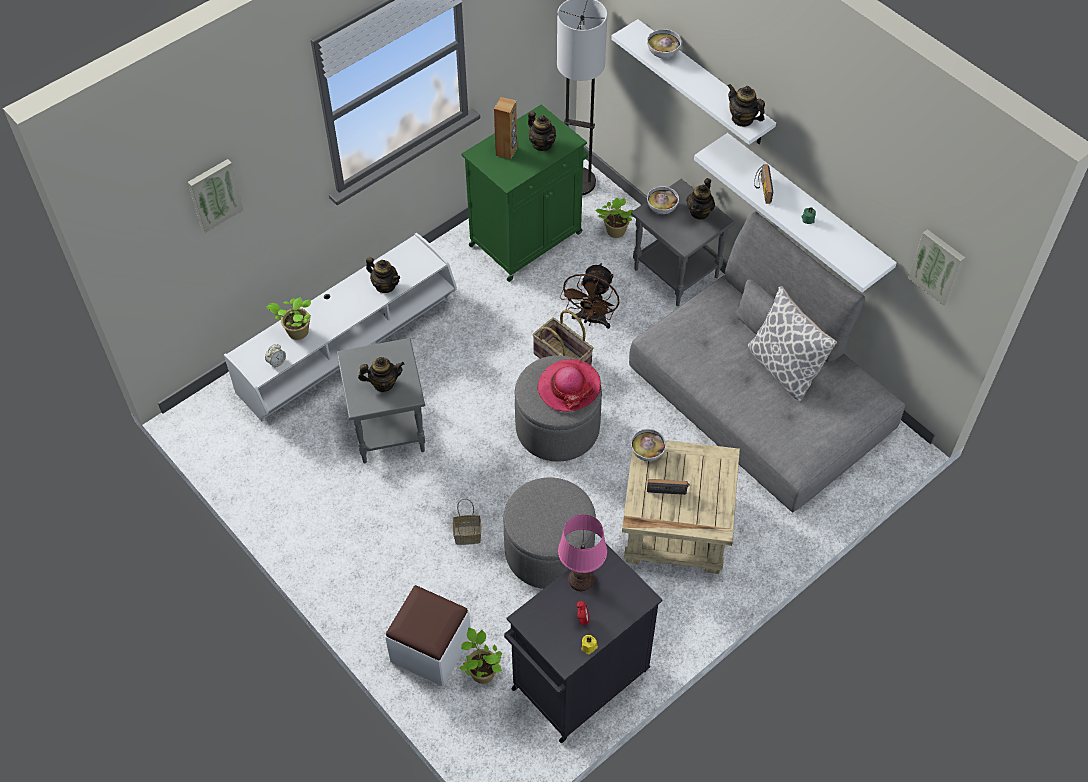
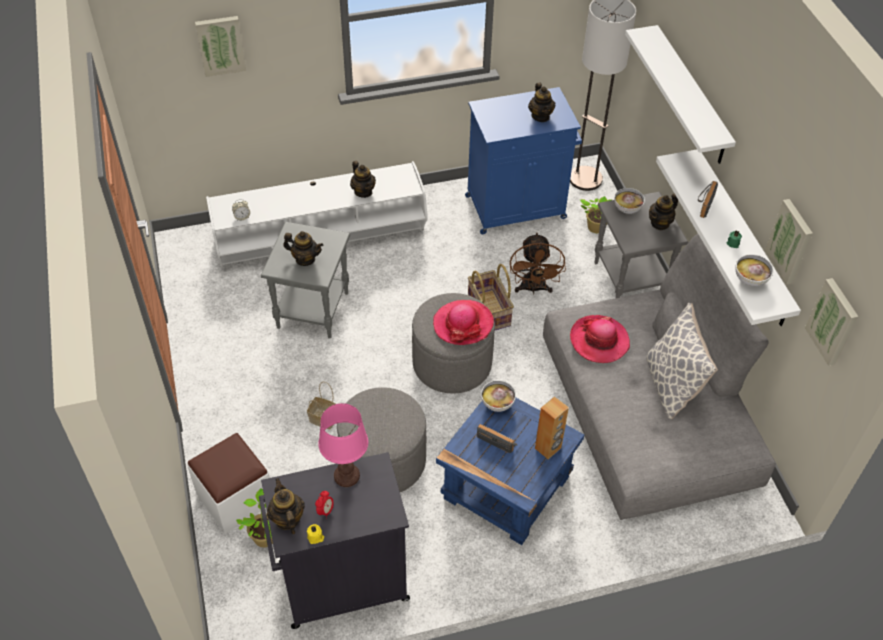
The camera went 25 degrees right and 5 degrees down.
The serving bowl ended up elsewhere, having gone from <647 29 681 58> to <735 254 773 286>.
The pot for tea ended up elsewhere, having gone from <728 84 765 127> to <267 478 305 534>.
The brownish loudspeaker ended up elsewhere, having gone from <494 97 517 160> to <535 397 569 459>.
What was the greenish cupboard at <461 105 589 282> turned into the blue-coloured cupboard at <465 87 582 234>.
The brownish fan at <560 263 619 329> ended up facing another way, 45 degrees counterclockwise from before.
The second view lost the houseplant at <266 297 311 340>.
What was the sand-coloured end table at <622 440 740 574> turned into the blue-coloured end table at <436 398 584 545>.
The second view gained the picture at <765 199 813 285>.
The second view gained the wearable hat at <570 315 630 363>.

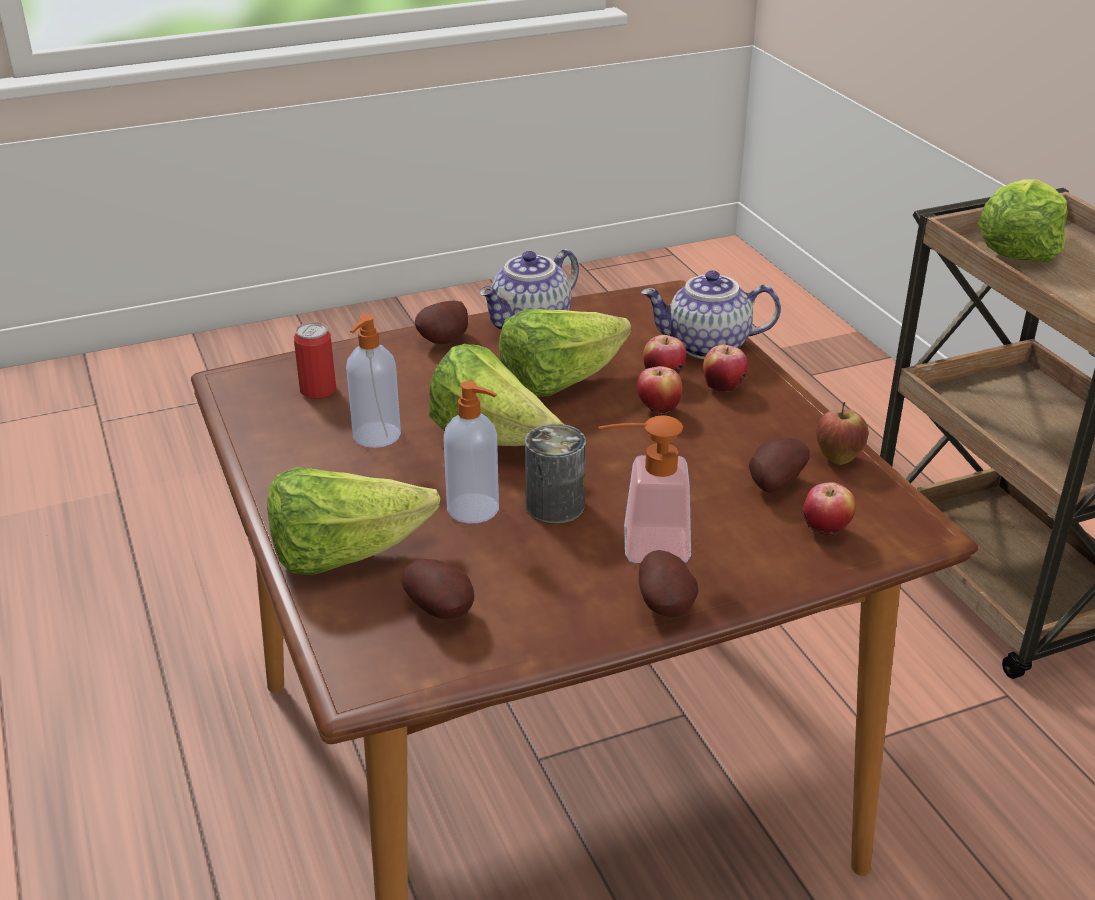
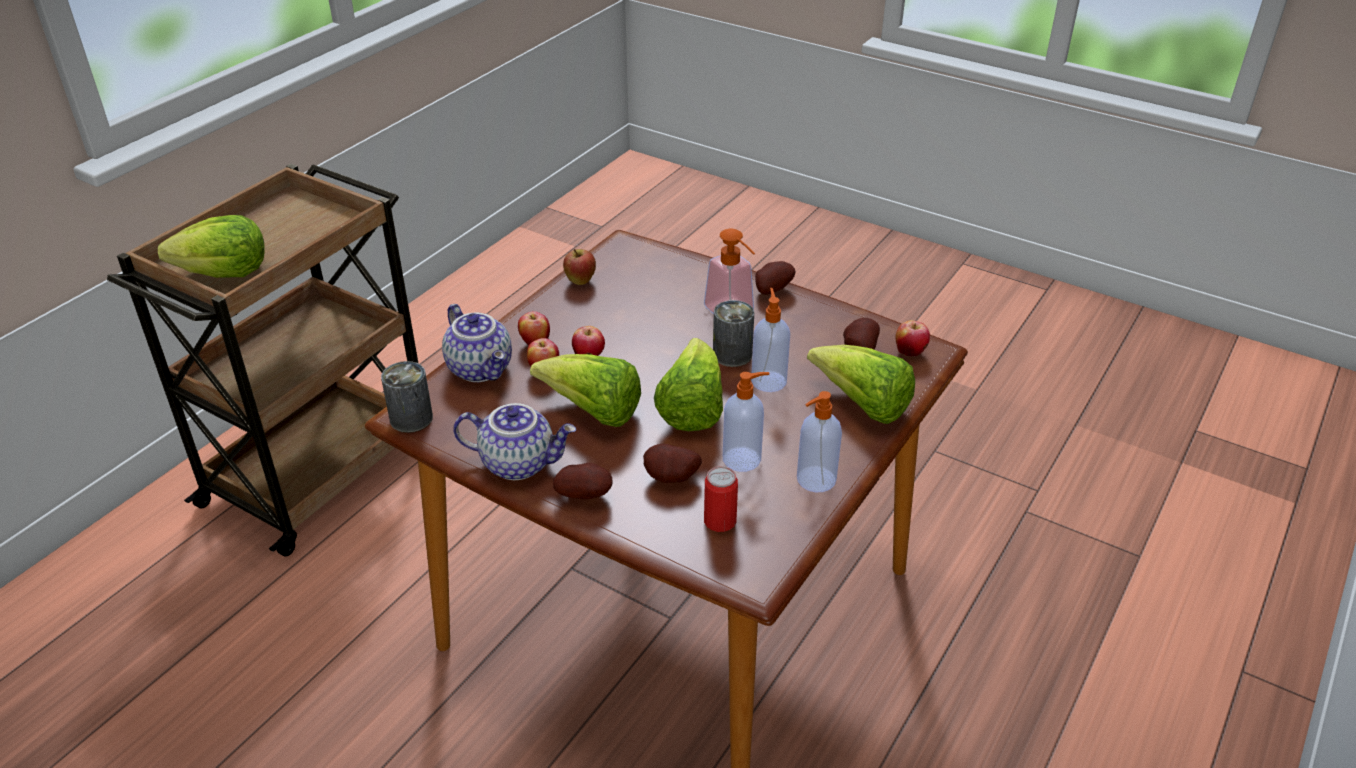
The camera went 125 degrees left and 5 degrees up.
The whole potato ended up elsewhere, having gone from <749 437 810 493> to <643 444 702 483>.
The whole apple ended up elsewhere, having gone from <803 483 856 536> to <895 320 930 357>.
The second view gained the sealed can at <381 361 433 433>.
The second view gained the liquid soap bottle at <797 391 842 492>.

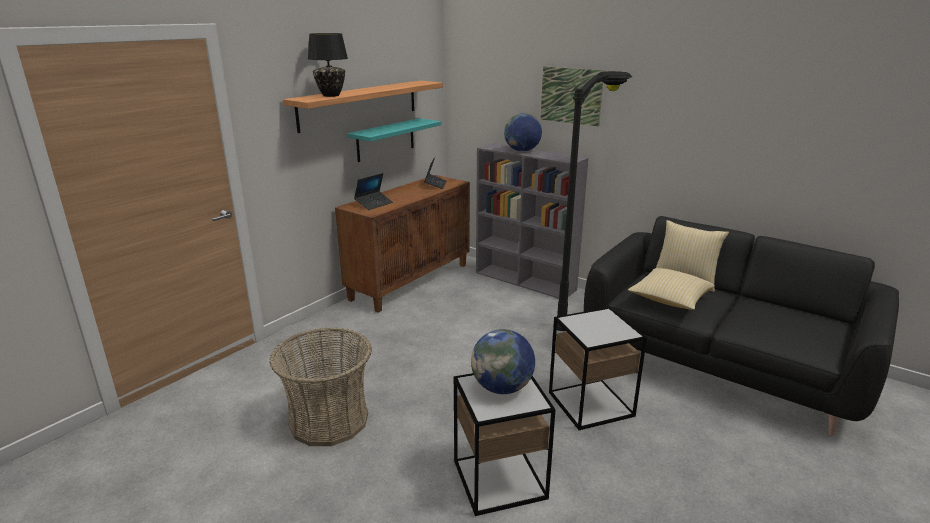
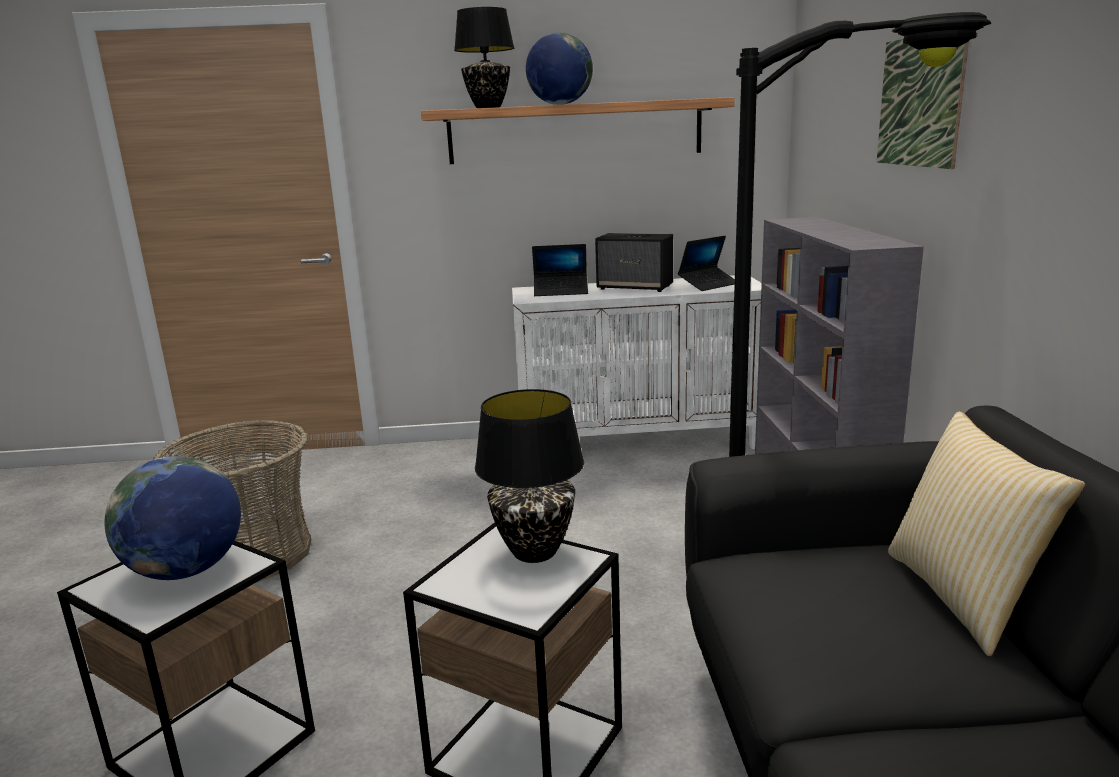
The camera went 50 degrees right and 5 degrees down.
The desk globe ended up elsewhere, having gone from <504 113 542 152> to <526 32 593 105>.
The second view lost the blue-green wall shelf at <347 118 441 162>.
What was the brownish cupboard at <335 175 470 313> turned into the whitish cupboard at <512 275 762 449>.
The second view lost the pillow at <628 268 715 310>.
The second view gained the loudspeaker at <595 233 673 292>.
The second view gained the blackish table lamp at <475 389 584 563>.

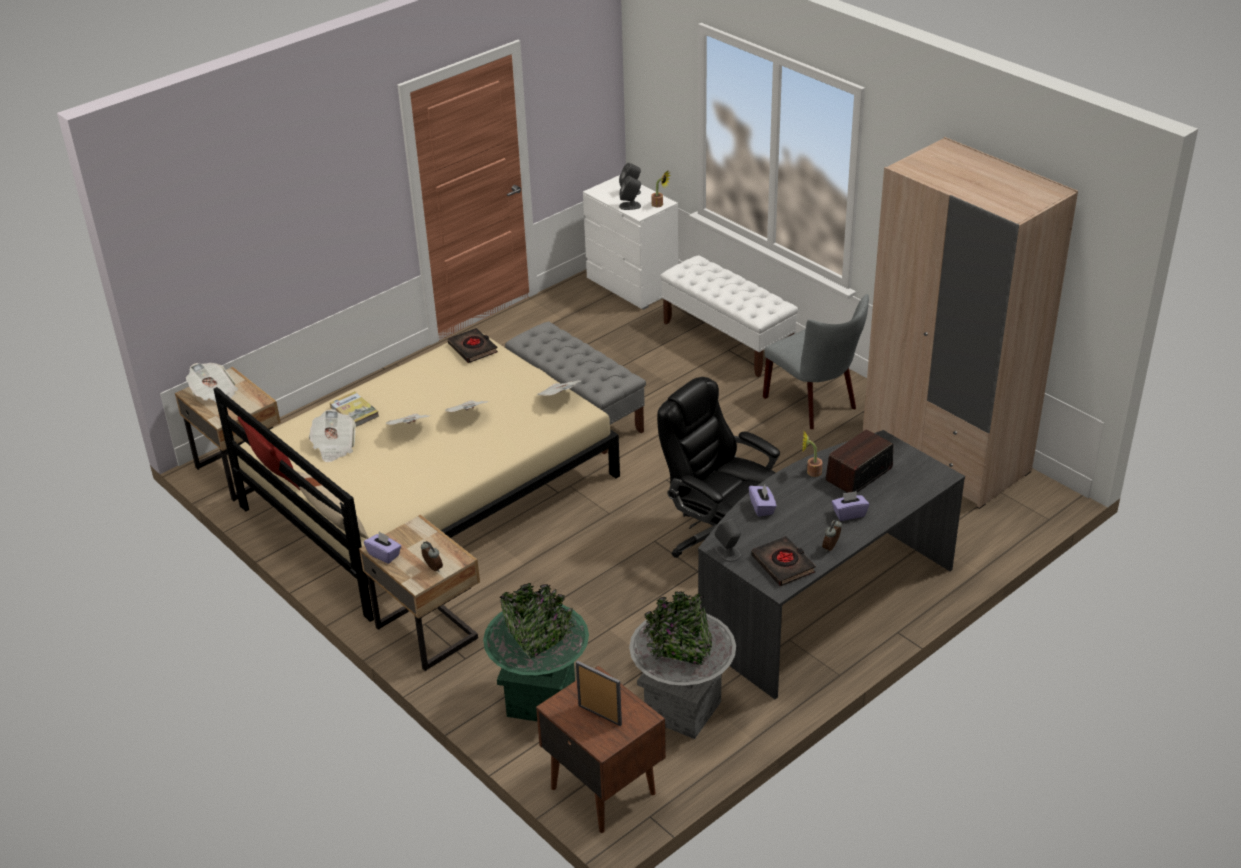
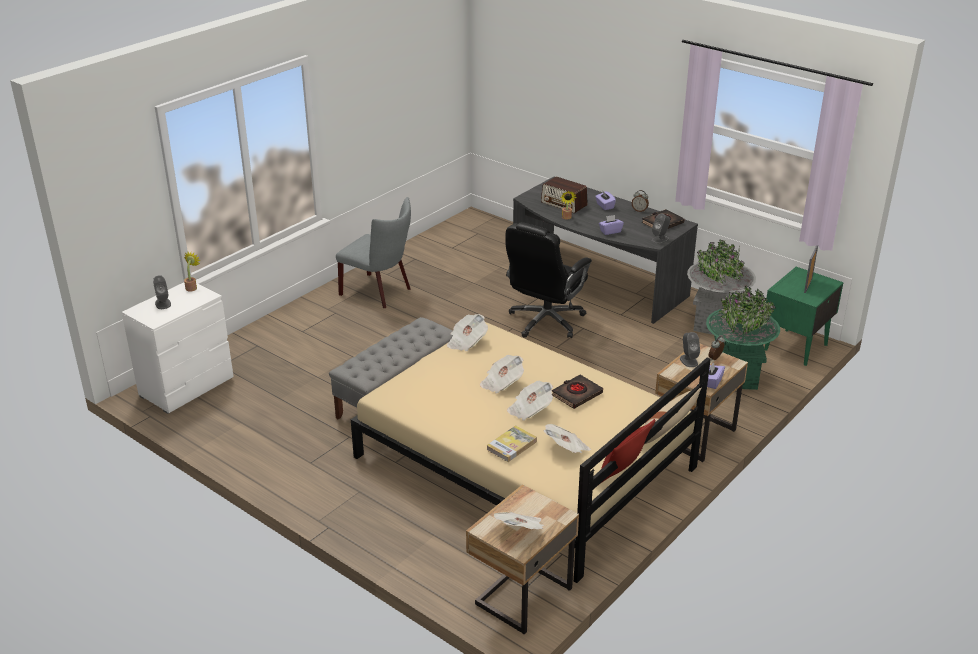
The camera went 100 degrees left and 5 degrees down.
The second view lost the sand-coloured wardrobe at <863 137 1078 509>.
The gray loudspeaker ended up elsewhere, having gone from <619 176 641 210> to <680 332 700 367>.
The second view lost the whitish long seat at <660 255 798 377>.
The gray plain chair at <763 294 869 429> ended up facing another way, 75 degrees clockwise from before.
The blackish bound book ended up elsewhere, having gone from <448 328 498 363> to <552 375 603 409>.
What was the brownish nightstand at <536 666 666 833> turned into the greenish nightstand at <764 267 844 366>.

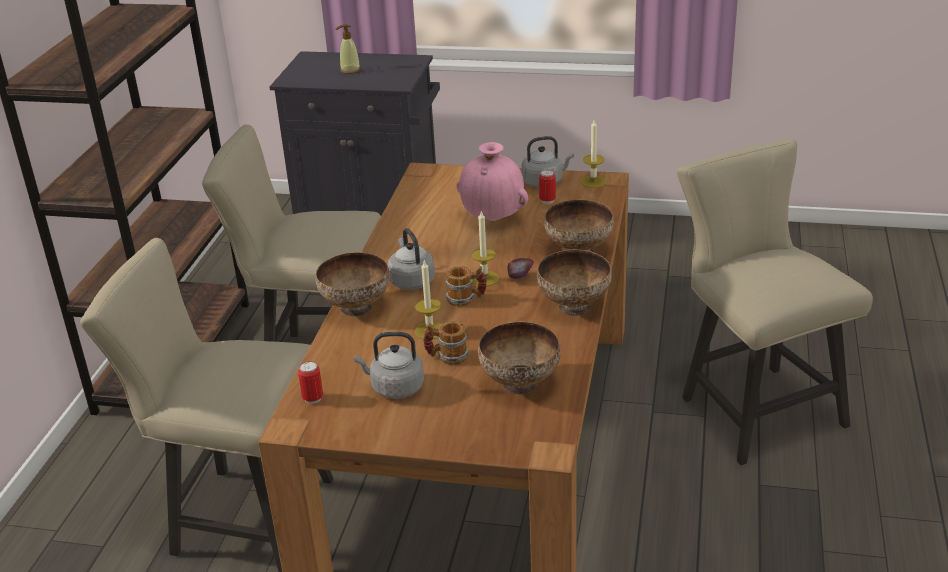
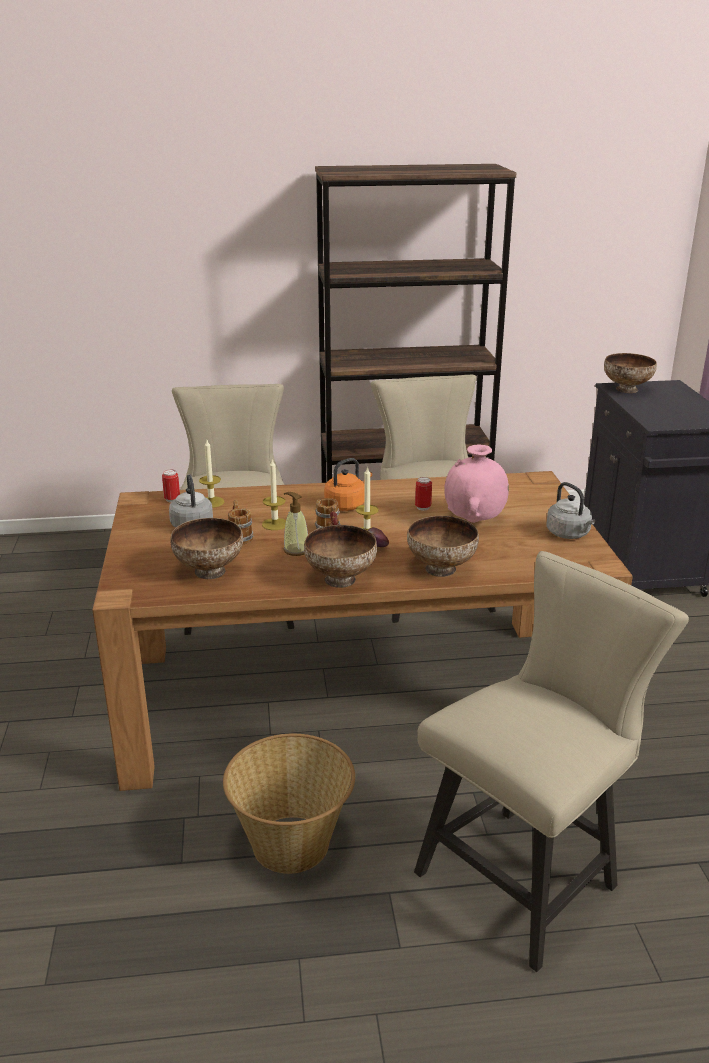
The camera went 70 degrees right and 5 degrees down.
The liquid soap bottle ended up elsewhere, having gone from <336 24 361 74> to <283 492 308 556>.
The wax candle ended up elsewhere, having gone from <581 120 606 188> to <199 440 224 508>.
The sealed can ended up elsewhere, having gone from <539 170 556 204> to <415 477 432 510>.
What was the gray tea kettle at <388 228 435 290> turned into the orange-coloured tea kettle at <324 458 372 511>.
The serving bowl ended up elsewhere, having gone from <315 252 390 316> to <604 353 657 393>.
The second view gained the storage basket at <223 734 355 874>.

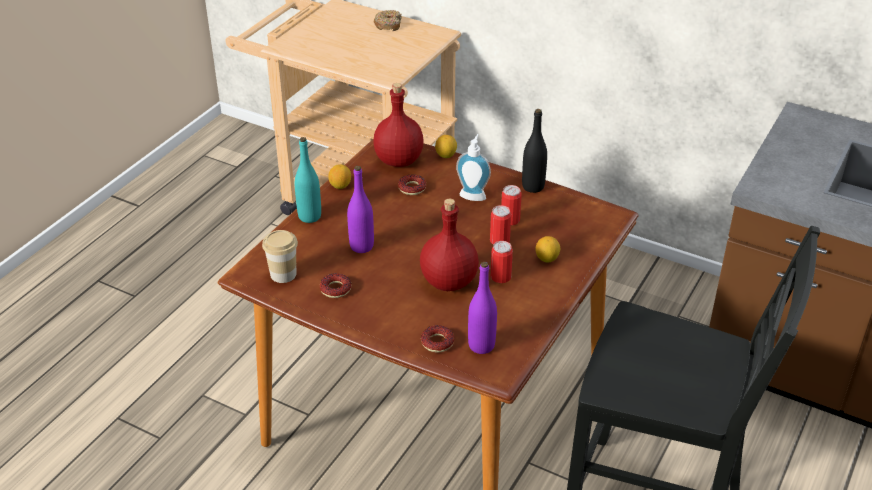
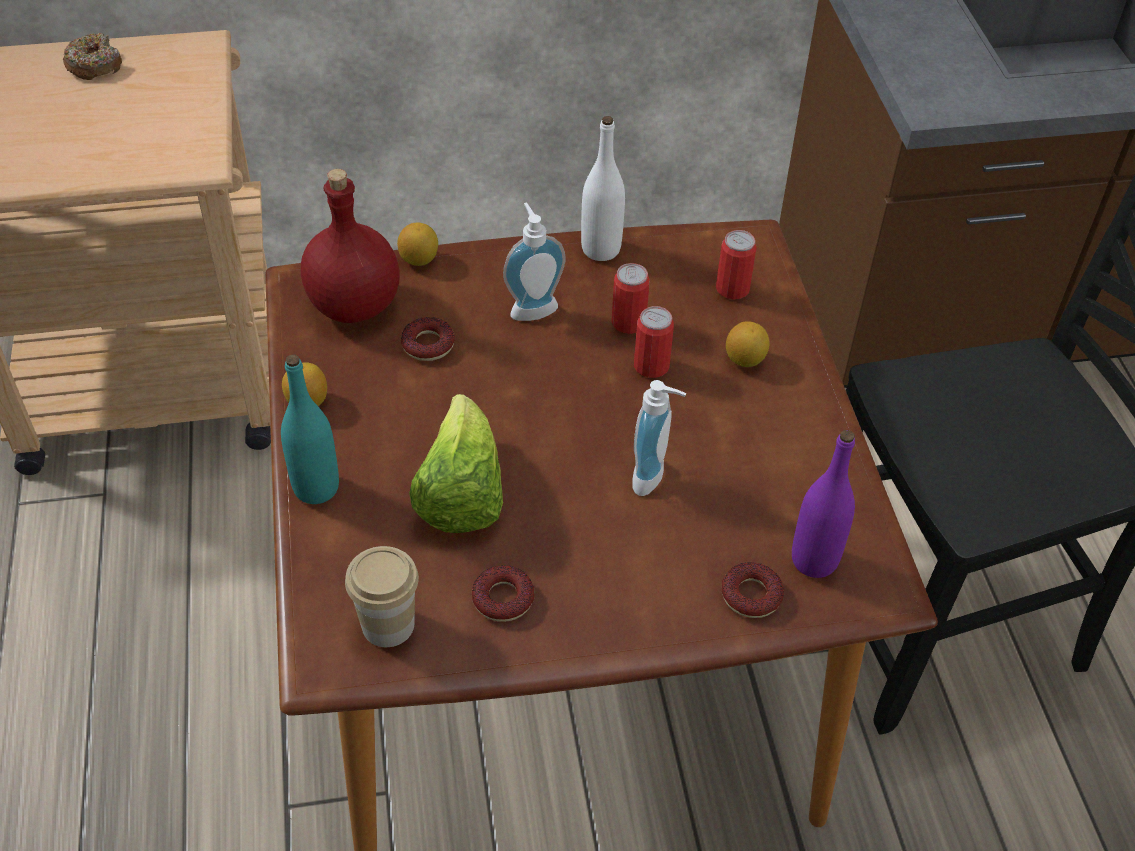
The camera went 40 degrees left and 10 degrees up.
What was the blackish bottle at <522 109 547 193> turned into the whitish bottle at <581 116 625 261>.
Where the purple-coloured bottle stood at <347 166 374 253>, the lettuce head came to stand at <409 394 503 533>.
Where the red-coloured bottle stood at <420 199 479 291>, the liquid soap bottle came to stand at <632 380 686 496>.
The sealed can ended up elsewhere, having gone from <491 241 513 283> to <716 230 757 299>.

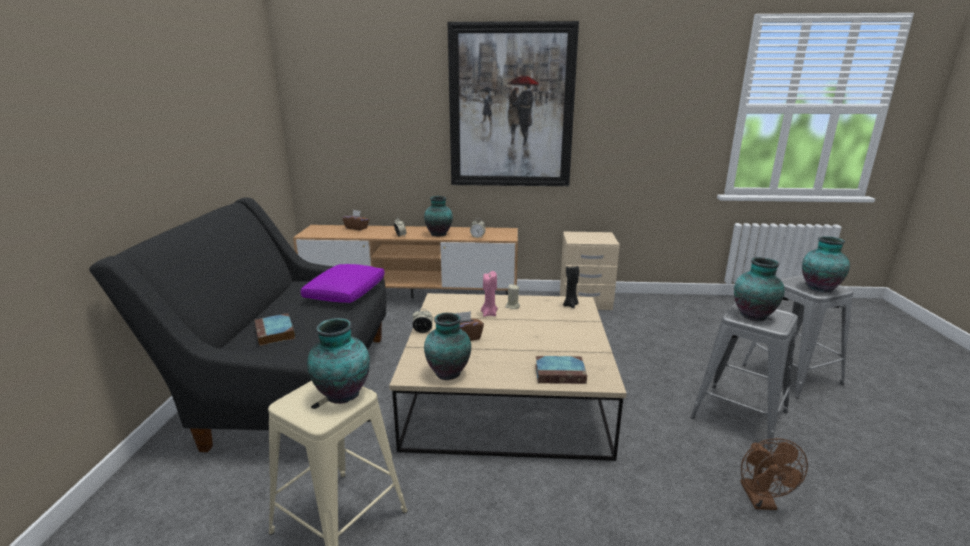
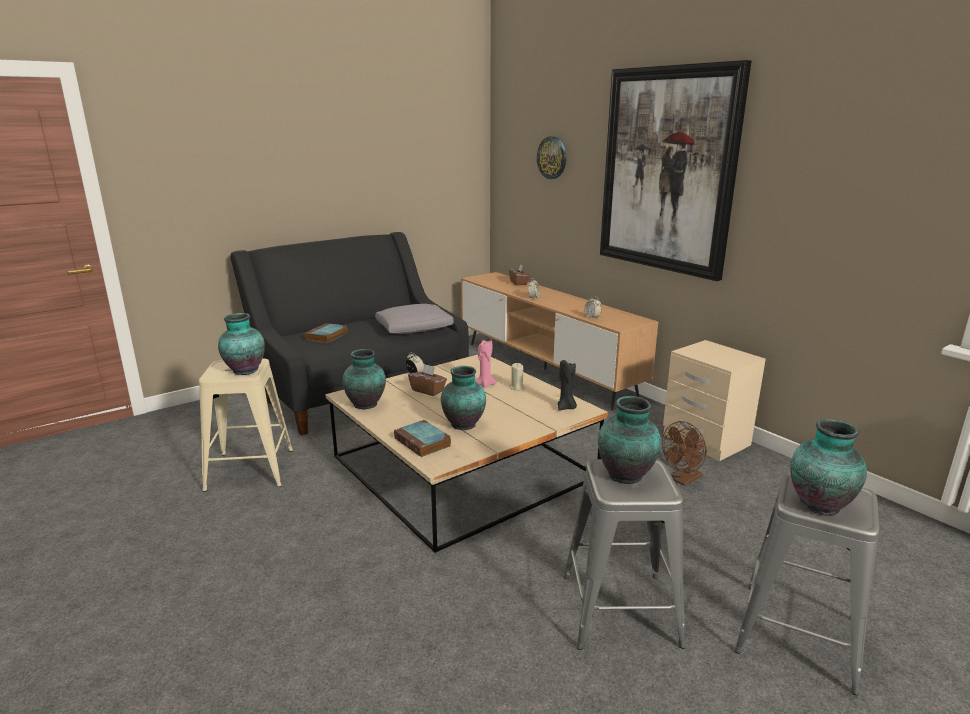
The camera went 50 degrees right and 0 degrees up.
The decorative vase ended up elsewhere, having gone from <424 196 453 237> to <441 366 486 430>.
What was the purple-coloured pillow at <301 264 385 303> turned into the gray pillow at <375 304 453 334>.
The brownish fan ended up elsewhere, having gone from <741 438 808 510> to <662 421 706 486>.
The second view gained the hanging clock at <537 137 566 179>.

